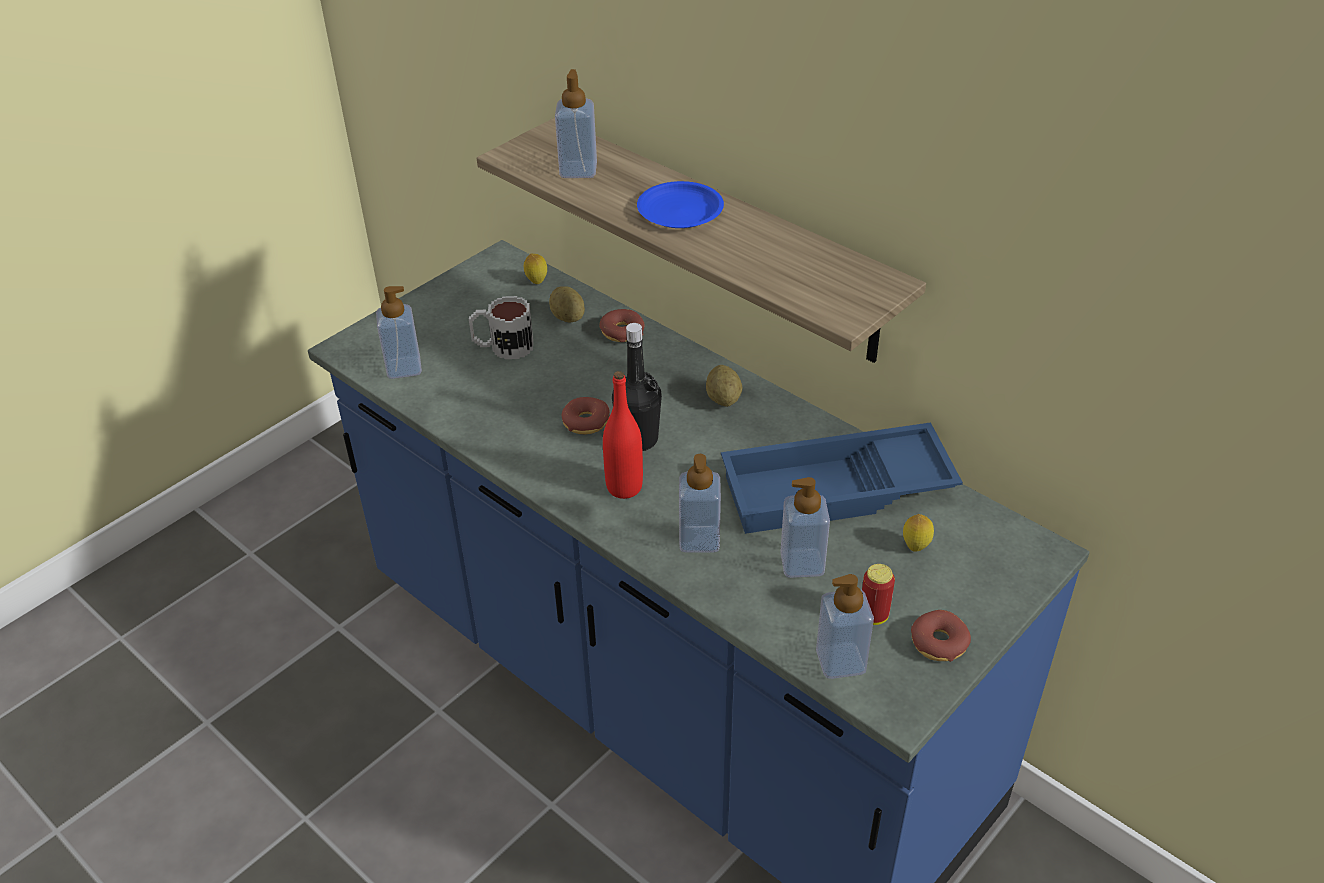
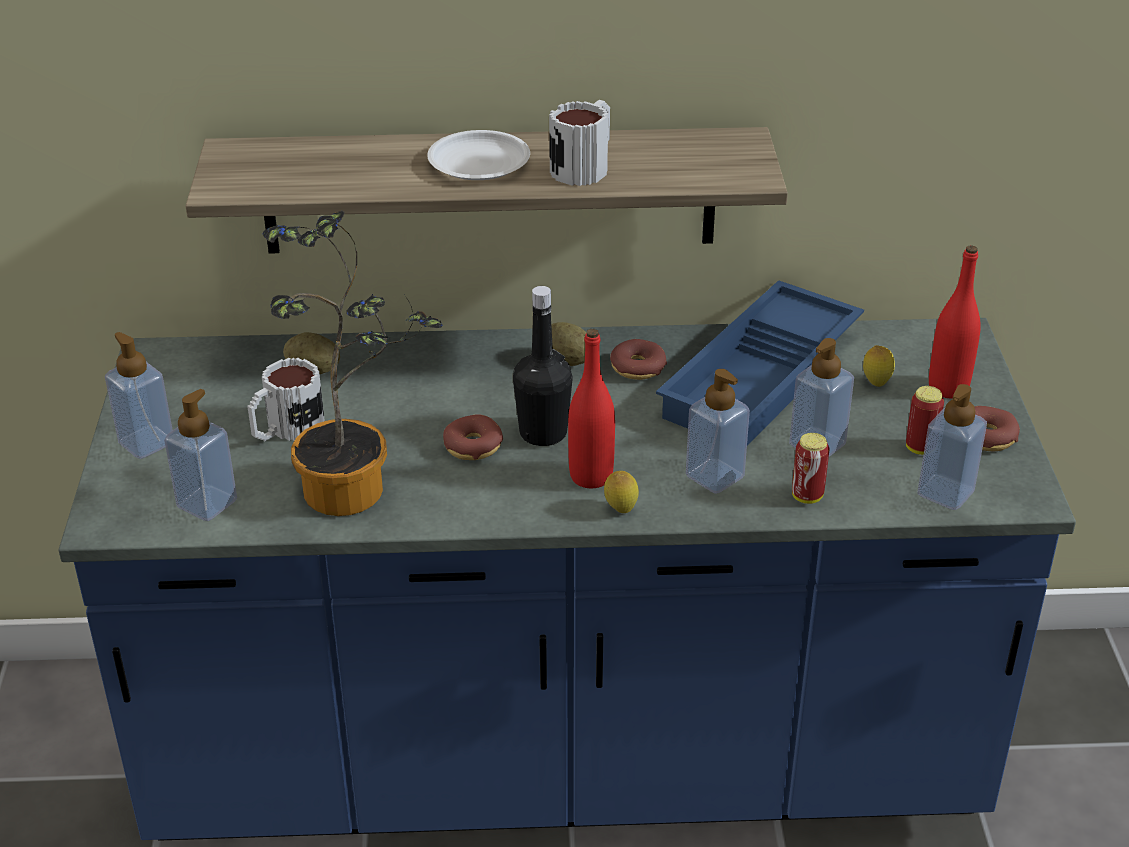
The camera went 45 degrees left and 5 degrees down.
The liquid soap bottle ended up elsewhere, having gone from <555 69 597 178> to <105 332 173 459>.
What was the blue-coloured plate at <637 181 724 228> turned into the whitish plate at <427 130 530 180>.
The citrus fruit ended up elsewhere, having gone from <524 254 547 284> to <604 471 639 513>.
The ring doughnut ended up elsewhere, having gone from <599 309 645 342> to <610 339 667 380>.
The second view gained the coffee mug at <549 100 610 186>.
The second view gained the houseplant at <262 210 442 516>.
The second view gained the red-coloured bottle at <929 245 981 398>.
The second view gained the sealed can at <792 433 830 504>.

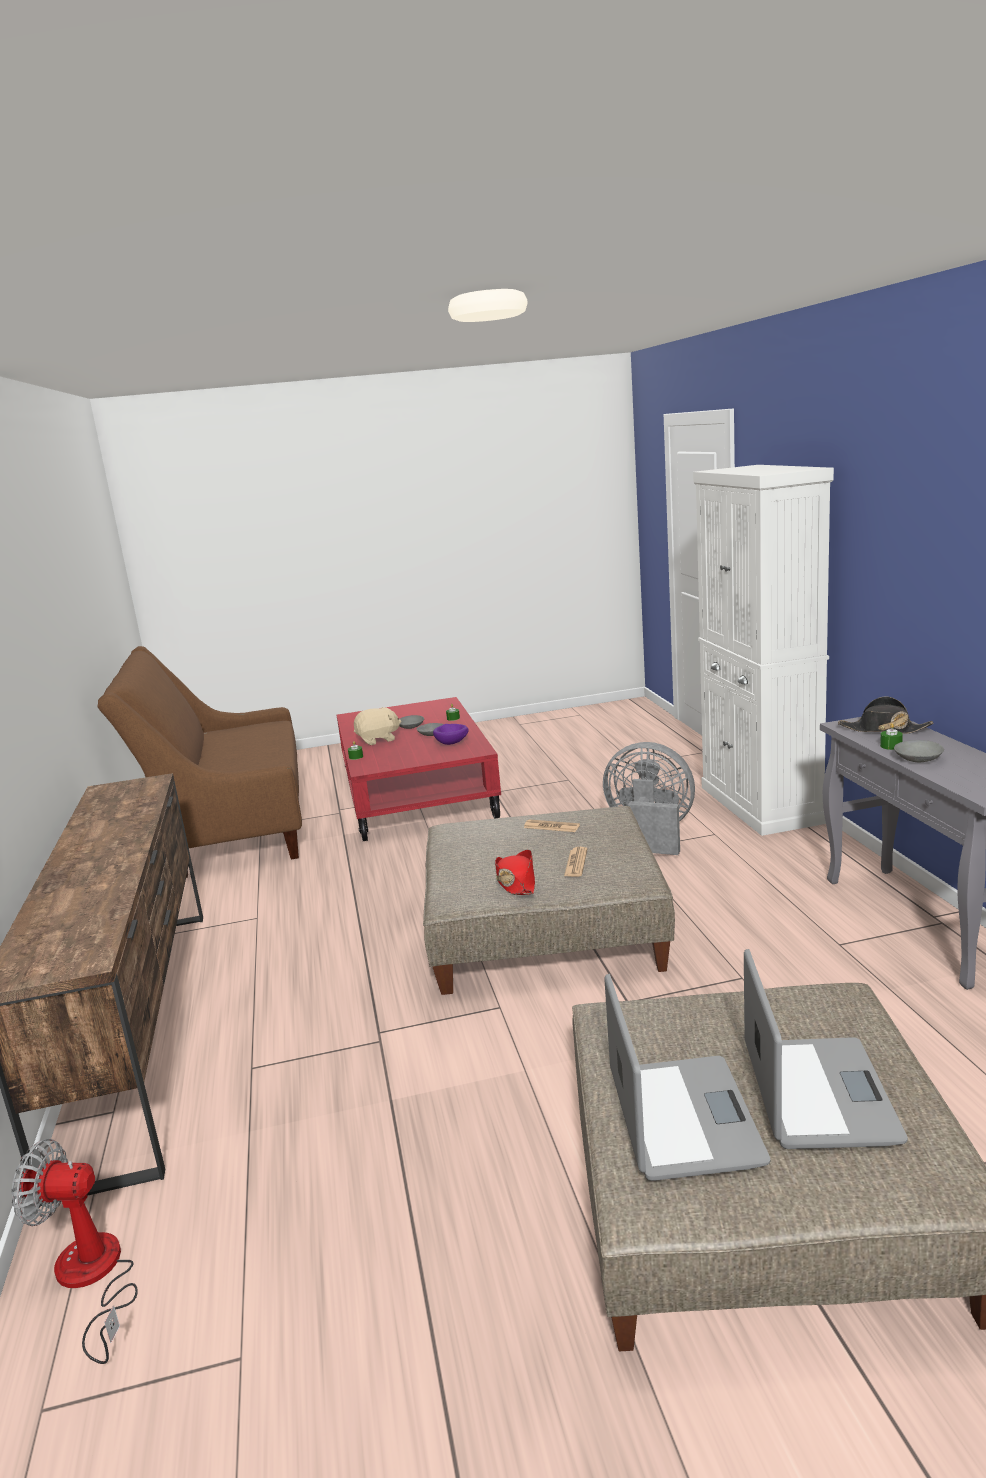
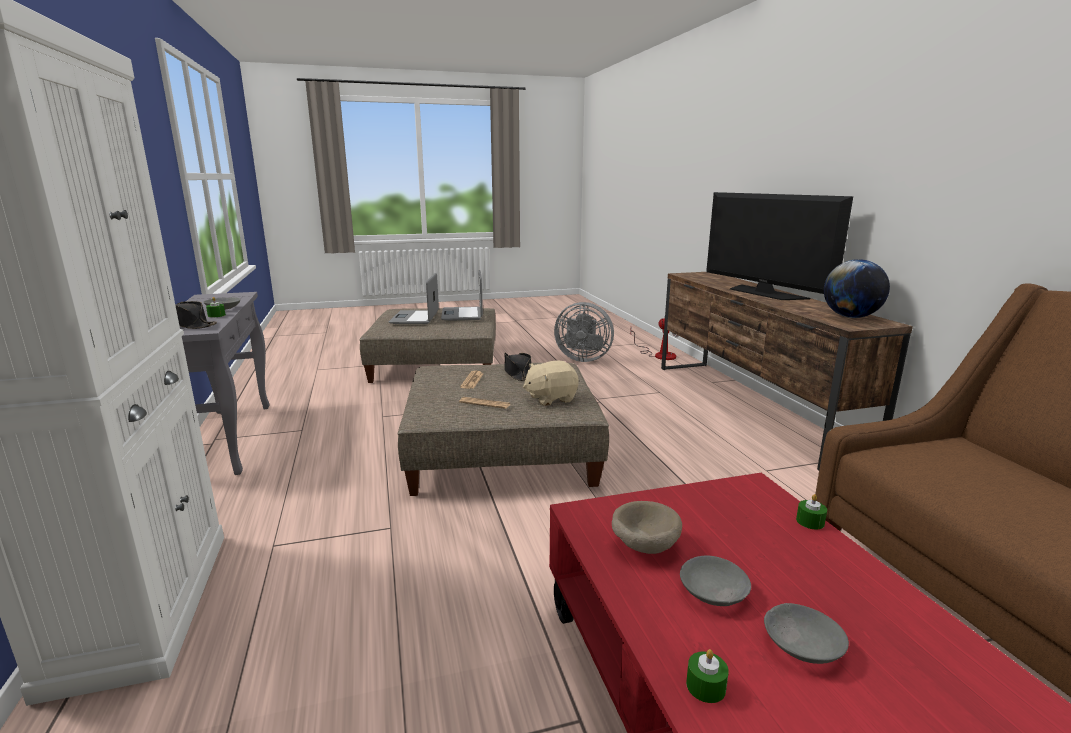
The camera went 175 degrees right and 0 degrees up.
The sand-coloured soft toy ended up elsewhere, having gone from <354 707 401 745> to <523 361 579 406>.
What was the purple-coloured serving bowl at <433 724 469 745> turned into the sand-coloured serving bowl at <612 501 682 554>.
The gray fan ended up elsewhere, having gone from <603 742 695 855> to <554 302 614 362>.
What was the red-coloured wearable hat at <495 850 535 895> turned into the blackish wearable hat at <504 353 531 381>.
The second view gained the TV at <706 192 853 300>.
The second view gained the desk globe at <824 259 890 318>.

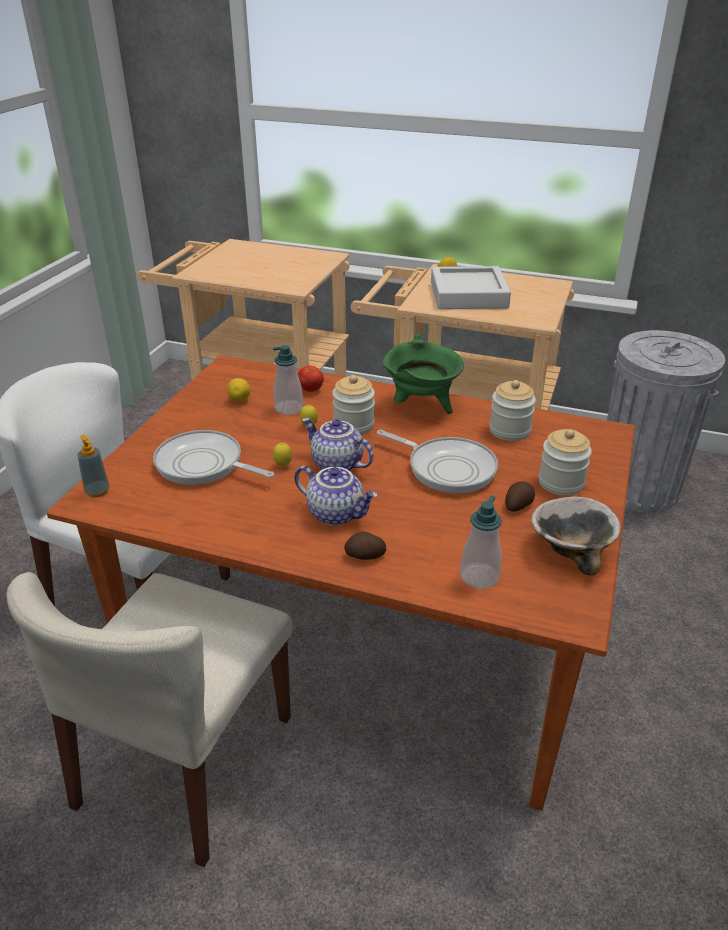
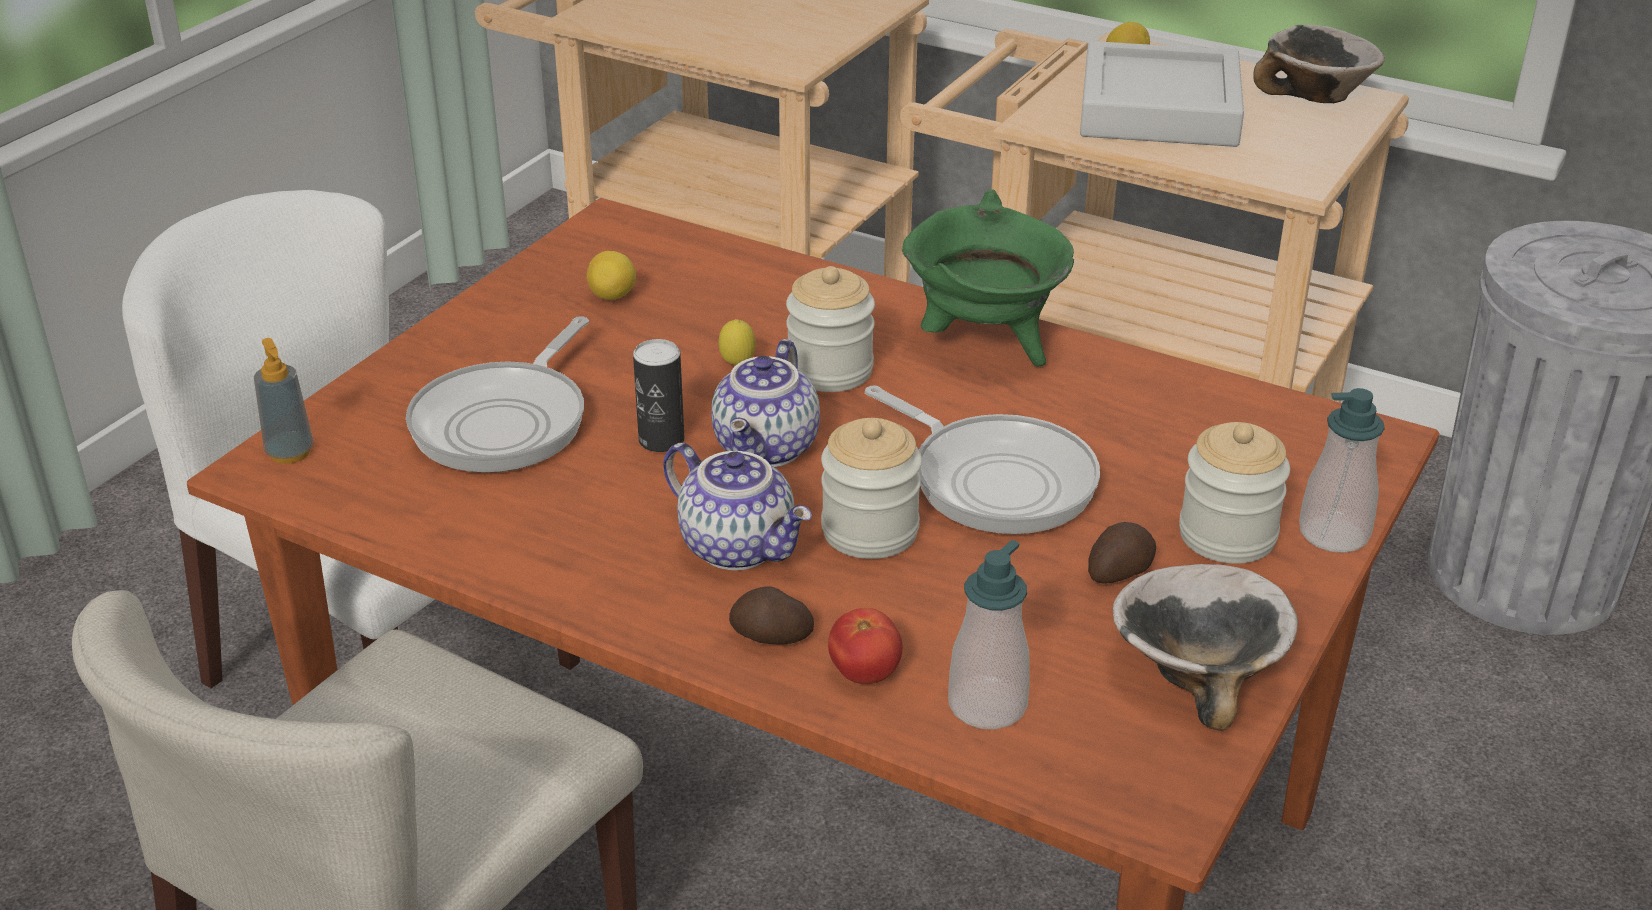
The camera went 10 degrees right and 0 degrees up.
The liquid soap bottle ended up elsewhere, having gone from <273 345 303 415> to <1299 388 1385 553>.
The tomato ended up elsewhere, having gone from <298 365 324 392> to <828 608 903 684>.
The preserve jar ended up elsewhere, having gone from <489 380 536 441> to <821 418 922 559>.
The pot for tea at <302 418 374 471> ended up facing another way, 120 degrees counterclockwise from before.
The frying pan at <153 430 274 485> ended up facing another way, 105 degrees counterclockwise from before.
Where the citrus fruit stood at <273 443 292 467>, the sealed can came to stand at <633 339 685 452>.
The second view gained the serving bowl at <1253 25 1385 103>.

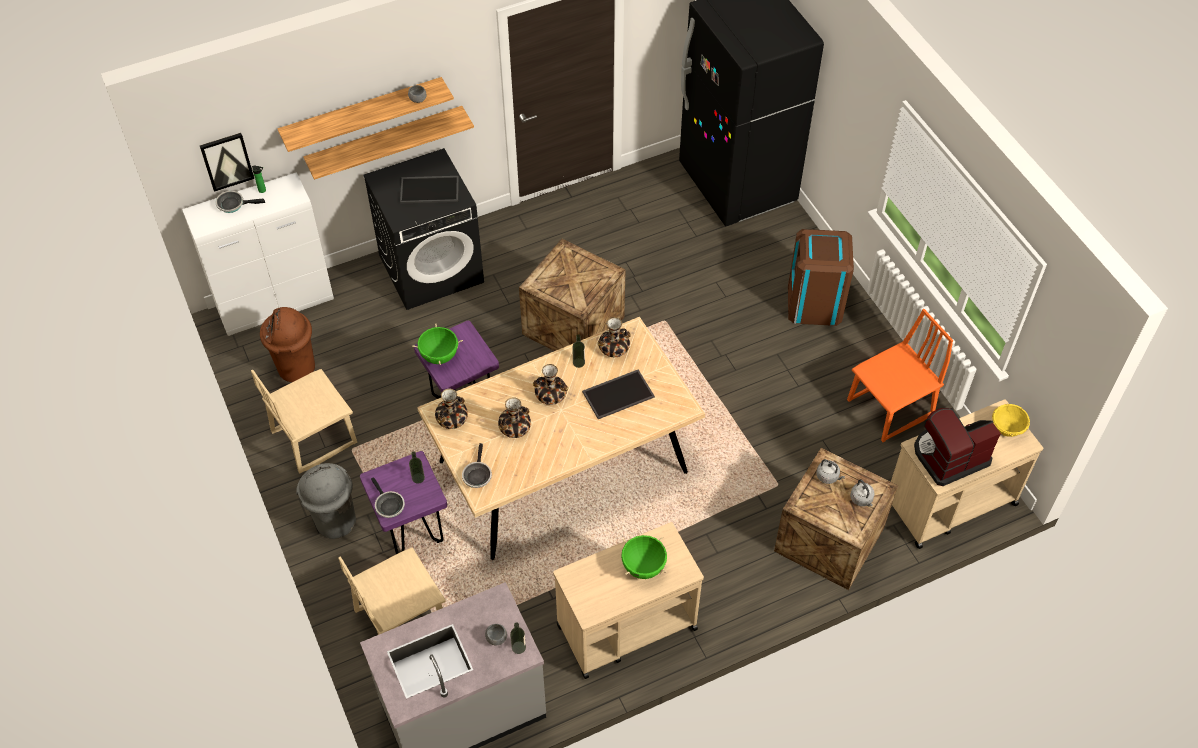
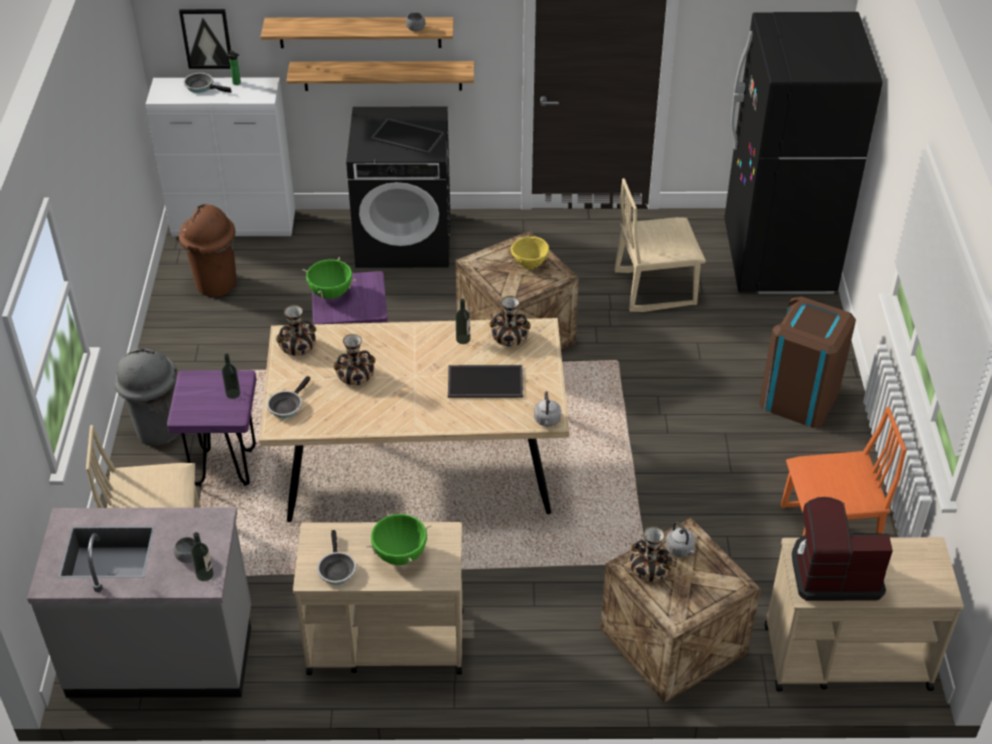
The camera went 25 degrees right and 10 degrees down.
The decorative vase ended up elsewhere, having gone from <533 364 568 405> to <630 526 673 582>.
The sand-coloured plain chair ended up elsewhere, having gone from <251 369 357 473> to <614 178 706 312>.
The yellow serving bowl ended up elsewhere, having gone from <992 404 1030 437> to <511 236 549 269>.
The frying pan ended up elsewhere, having gone from <371 477 405 518> to <317 530 356 585>.
The gray tea kettle ended up elsewhere, having gone from <850 479 875 506> to <534 391 561 427>.

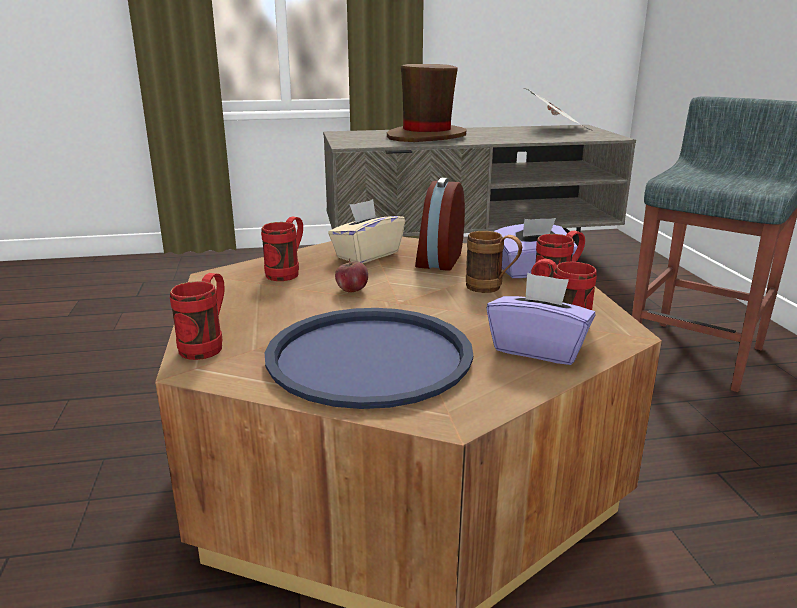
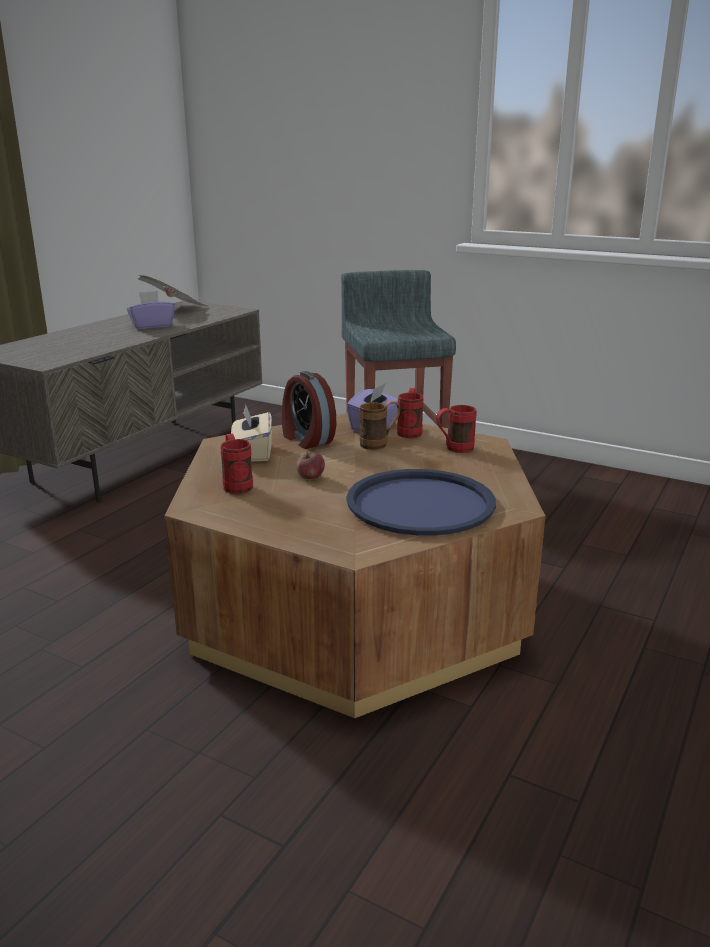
The camera went 50 degrees left and 0 degrees up.
The second view lost the brownish wearable hat at <387 64 466 142>.
The second view lost the red-coloured coffee mug at <170 273 225 360>.
The purple-coloured tissue holder ended up elsewhere, having gone from <486 273 595 365> to <127 291 175 329>.

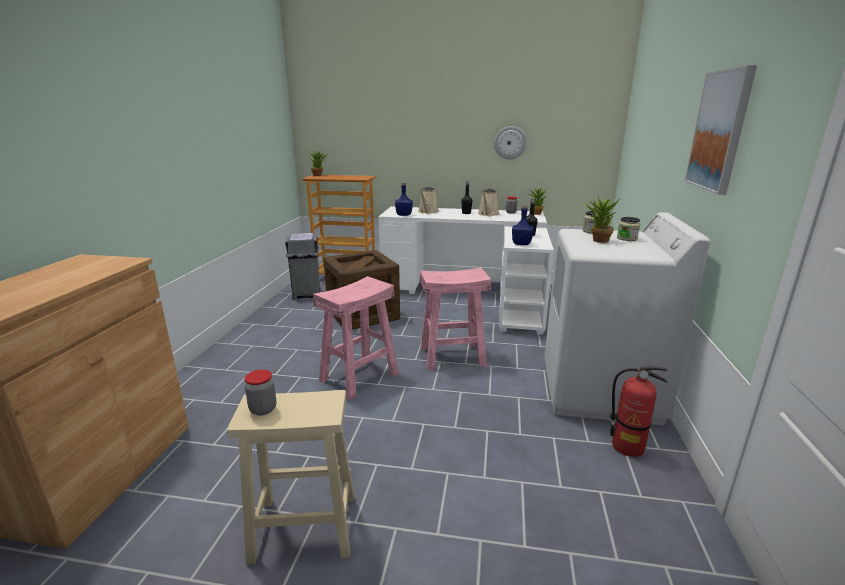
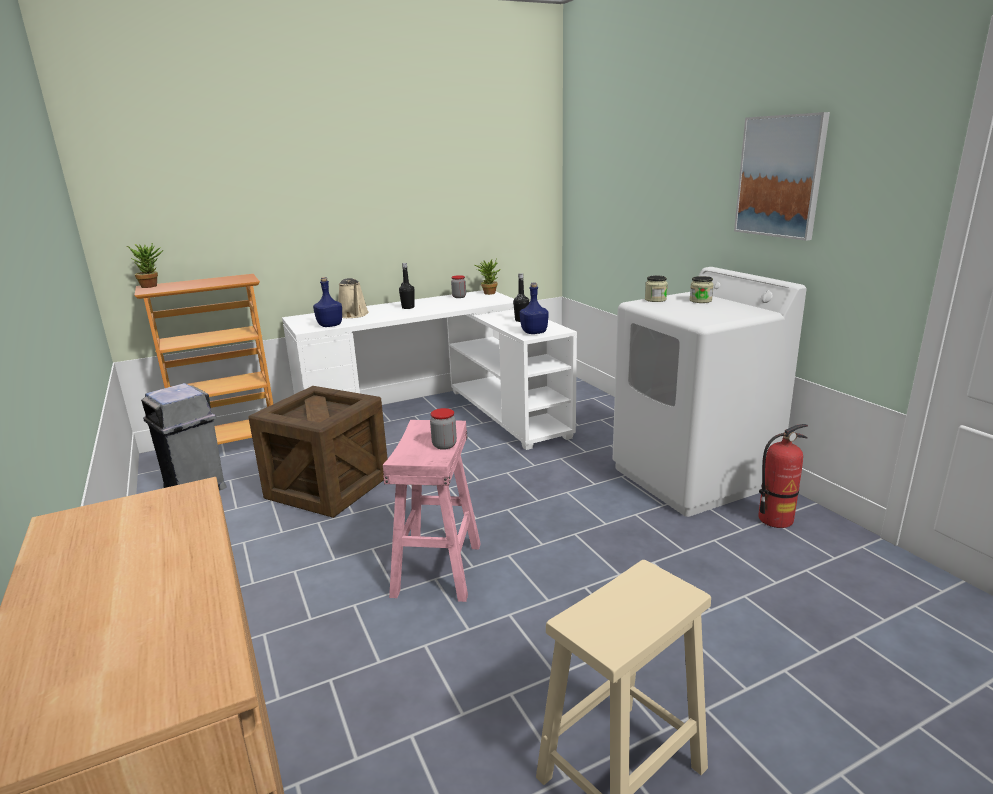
The camera went 35 degrees left and 0 degrees up.
The second view lost the hanging clock at <494 126 527 159>.
The second view lost the sand-coloured watering can at <478 189 500 216>.
The second view lost the houseplant at <583 195 619 243>.
The second view lost the pink-coloured stool at <420 267 491 371>.
The preserve jar ended up elsewhere, having gone from <245 370 276 416> to <430 408 457 450>.

